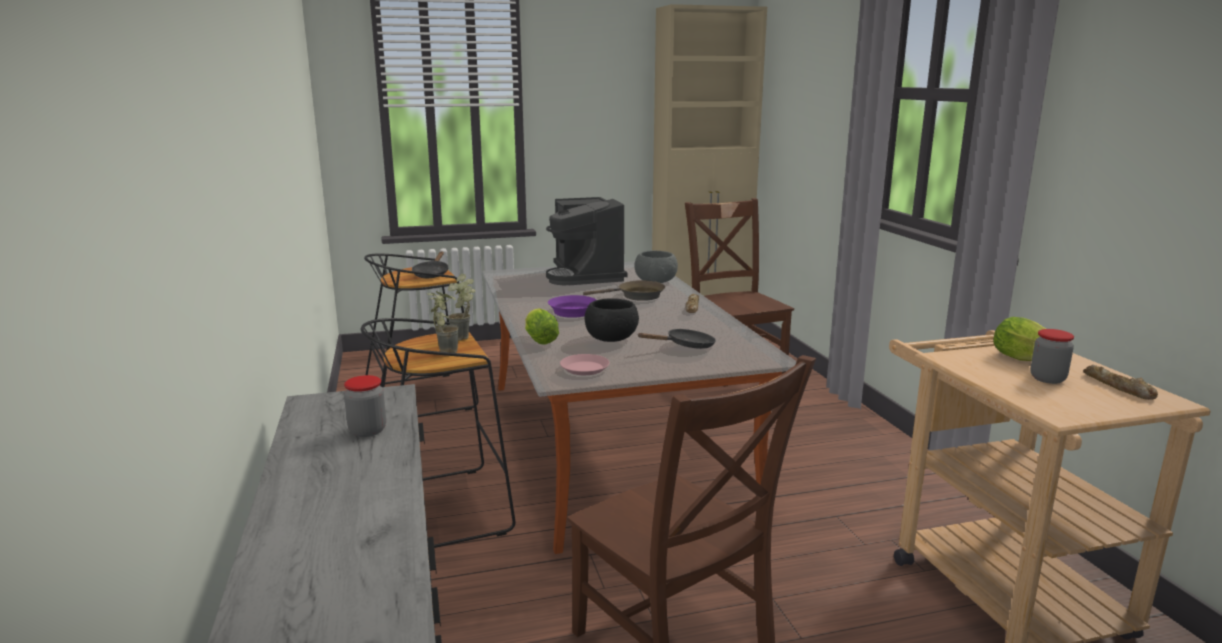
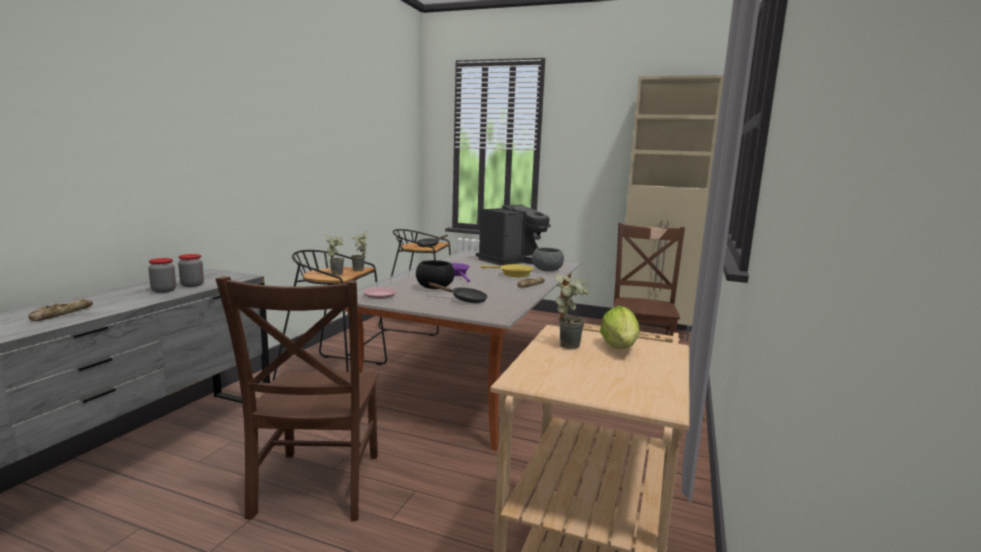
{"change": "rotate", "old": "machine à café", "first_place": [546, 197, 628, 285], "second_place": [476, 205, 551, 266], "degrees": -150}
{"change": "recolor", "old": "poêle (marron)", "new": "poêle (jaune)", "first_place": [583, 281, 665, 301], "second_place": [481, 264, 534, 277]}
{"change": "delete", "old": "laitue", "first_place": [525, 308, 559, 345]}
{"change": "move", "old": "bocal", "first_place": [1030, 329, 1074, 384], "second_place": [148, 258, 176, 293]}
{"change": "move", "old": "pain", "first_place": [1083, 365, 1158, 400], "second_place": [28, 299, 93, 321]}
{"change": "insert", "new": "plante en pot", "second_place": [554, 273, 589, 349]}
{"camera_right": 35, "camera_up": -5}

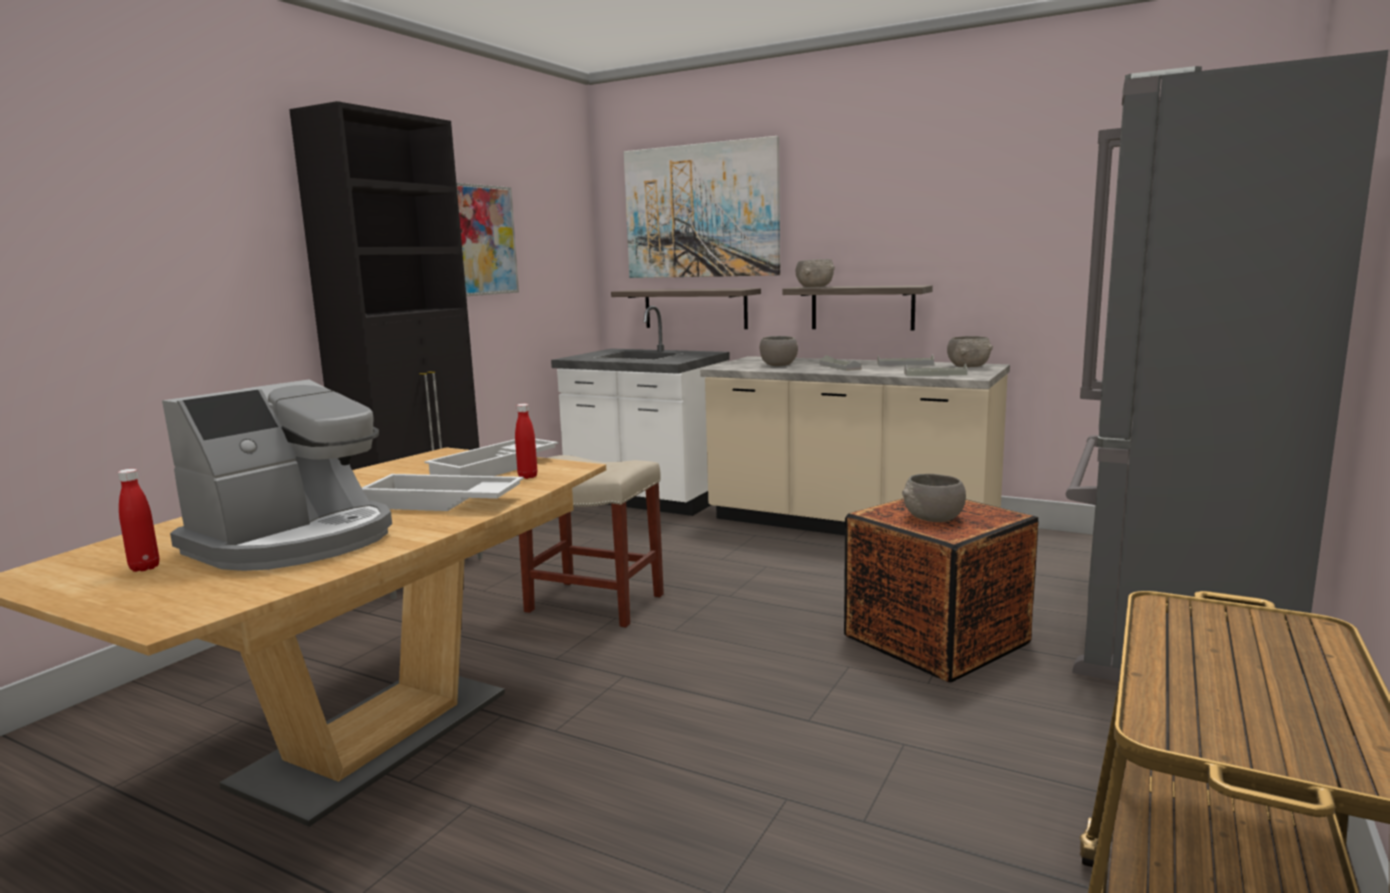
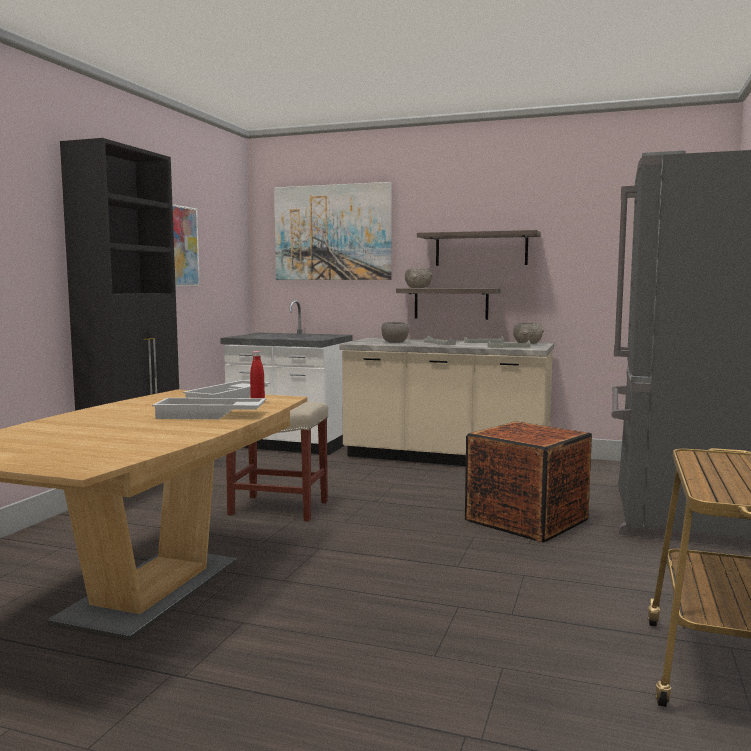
{"change": "move", "old": "étagère", "first_place": [611, 288, 761, 329], "second_place": [417, 230, 541, 266]}
{"change": "delete", "old": "machine à café", "first_place": [162, 380, 392, 571]}
{"change": "delete", "old": "bouteille (rouge)", "first_place": [118, 469, 159, 572]}
{"change": "delete", "old": "bol (gris)", "first_place": [902, 474, 966, 522]}
{"camera_right": -10, "camera_up": -5}

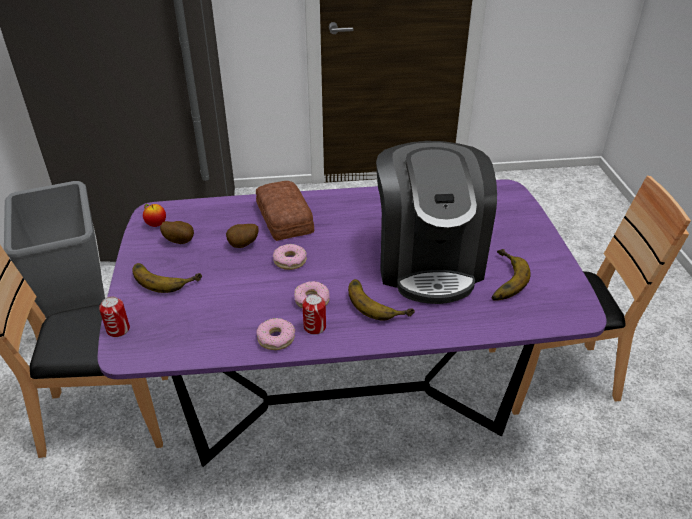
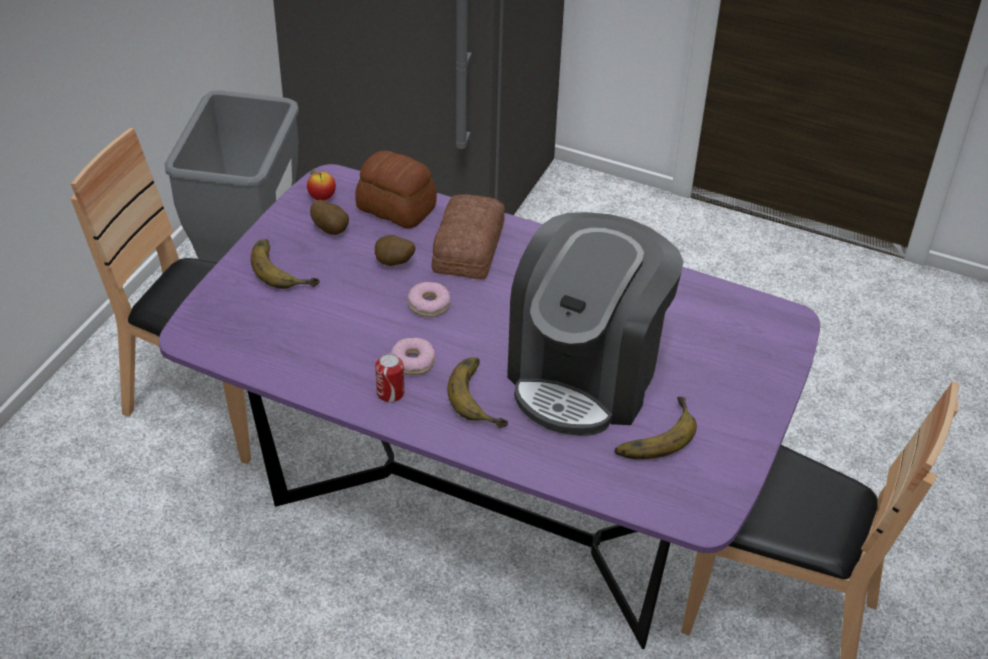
{"change": "delete", "old": "boîte métallique", "first_place": [99, 297, 130, 337]}
{"change": "delete", "old": "beignet", "first_place": [256, 318, 295, 350]}
{"change": "insert", "new": "pain", "second_place": [355, 151, 437, 229]}
{"camera_right": 30, "camera_up": 5}

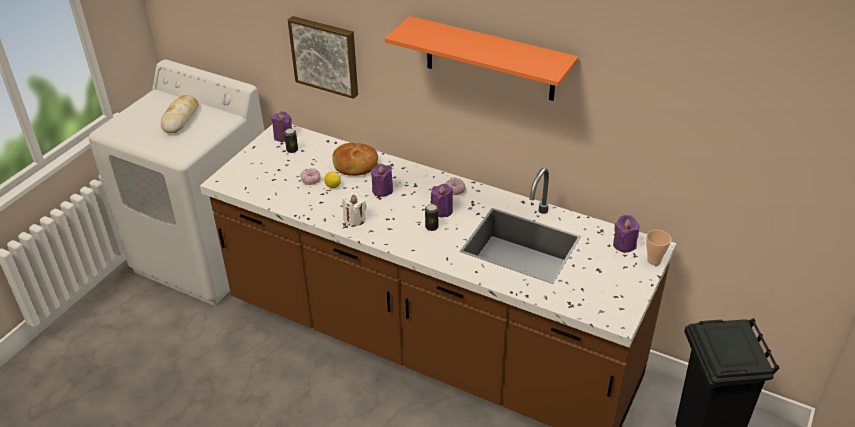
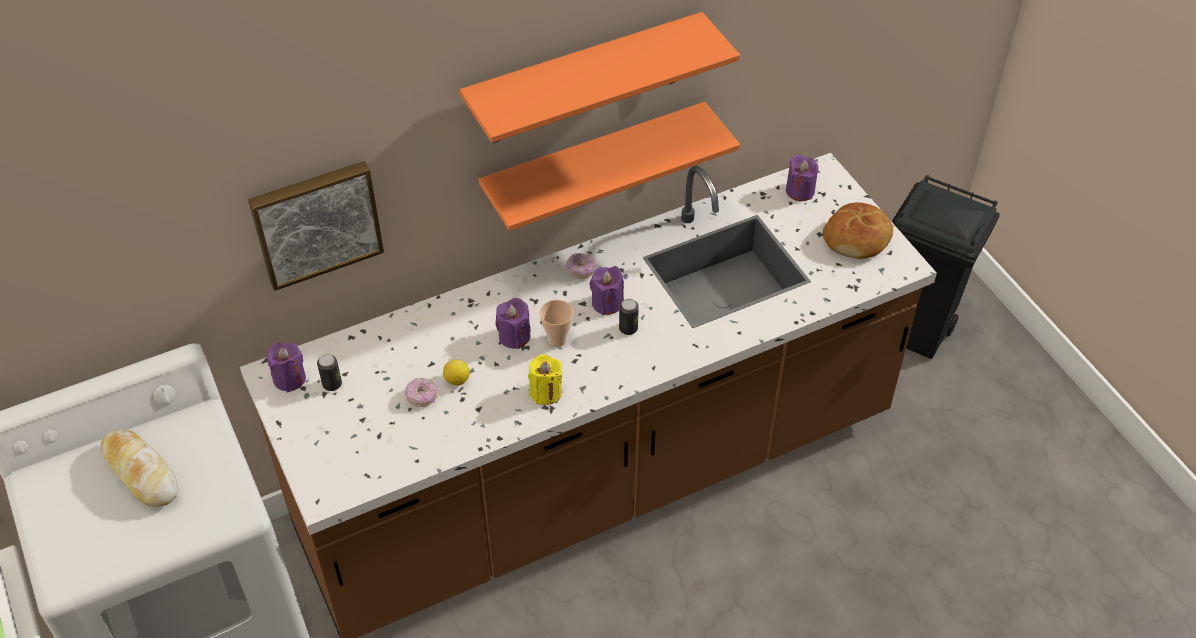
{"change": "move", "old": "pain", "first_place": [332, 143, 378, 176], "second_place": [823, 202, 893, 259]}
{"change": "recolor", "old": "bougie (blanc)", "new": "bougie (jaune)", "first_place": [342, 192, 367, 226], "second_place": [528, 355, 562, 405]}
{"change": "move", "old": "tasse", "first_place": [646, 230, 671, 265], "second_place": [540, 300, 573, 347]}
{"change": "insert", "new": "étagère (orange)", "second_place": [479, 102, 740, 231]}
{"camera_right": -55, "camera_up": 10}

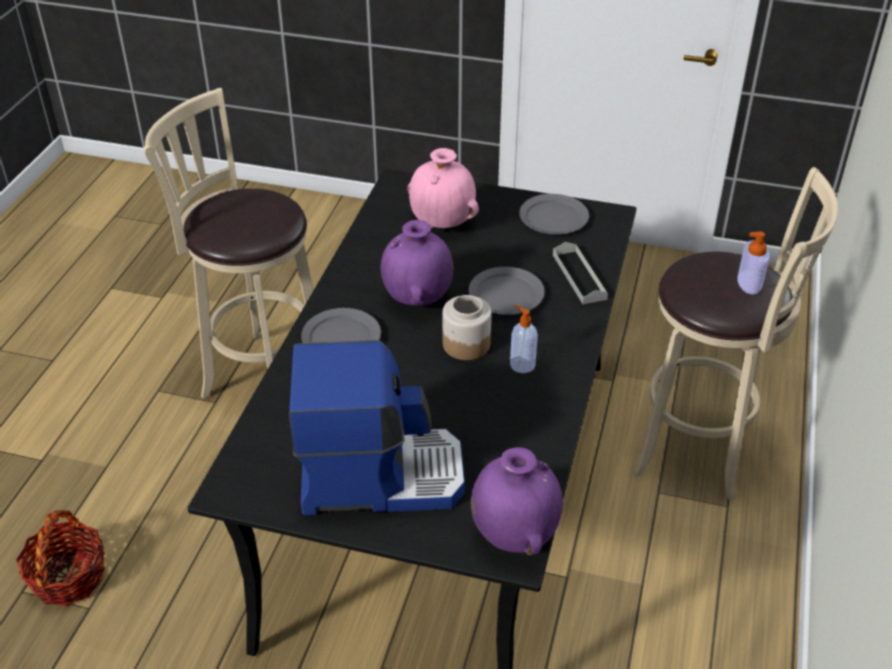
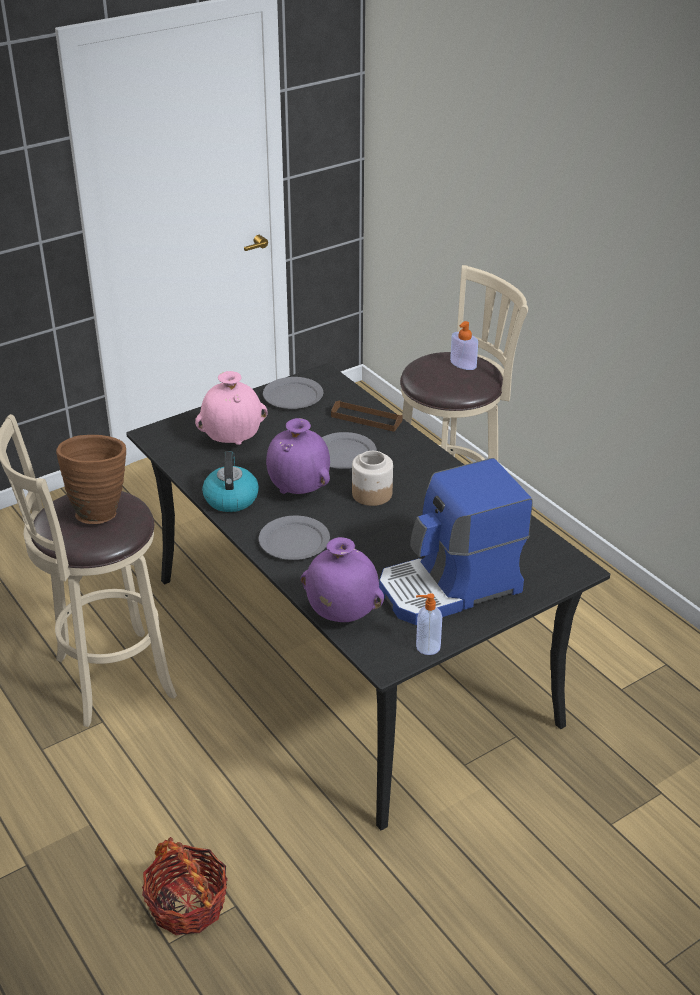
{"change": "recolor", "old": "plateau (gris)", "new": "plateau (marron)", "first_place": [553, 242, 608, 304], "second_place": [331, 401, 403, 432]}
{"change": "move", "old": "distributeur de savon", "first_place": [510, 304, 538, 373], "second_place": [416, 593, 442, 655]}
{"change": "rotate", "old": "machine à café", "first_place": [289, 340, 465, 515], "second_place": [379, 458, 533, 625], "degrees": -150}
{"change": "move", "old": "vase (violet)", "first_place": [471, 447, 563, 555], "second_place": [301, 537, 384, 622]}
{"change": "insert", "new": "vase (marron)", "second_place": [56, 435, 126, 524]}
{"change": "insert", "new": "bouilloire", "second_place": [202, 451, 259, 512]}
{"camera_right": -50, "camera_up": -5}

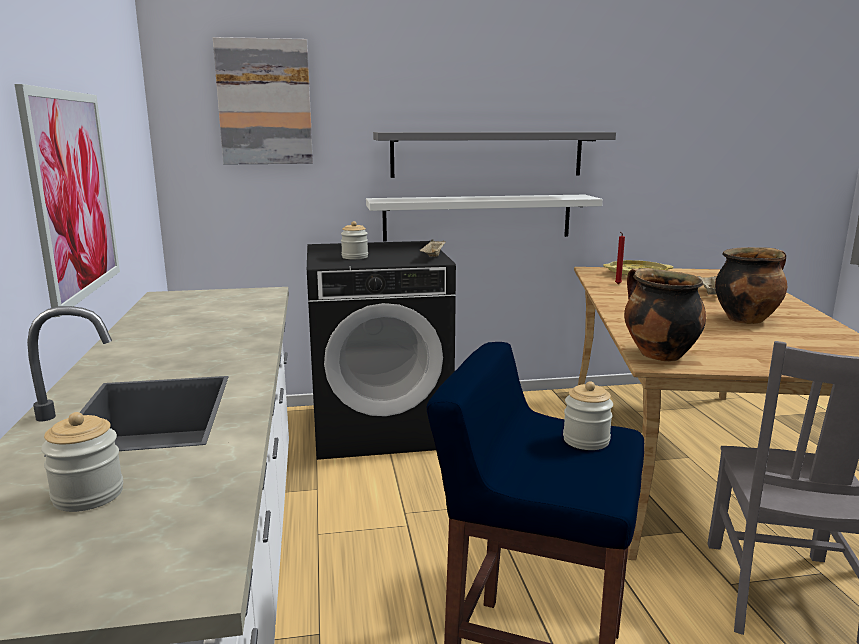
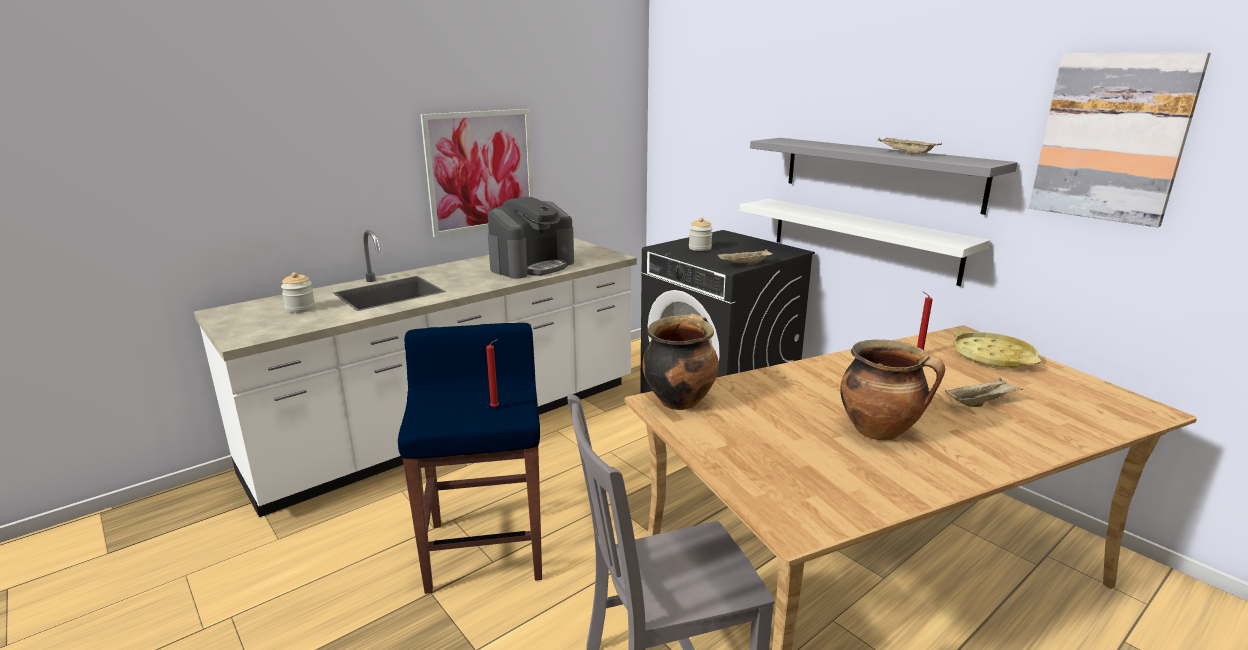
{"change": "move", "old": "tableau", "first_place": [213, 37, 313, 164], "second_place": [1029, 52, 1211, 228]}
{"change": "replace", "old": "bocal", "new": "bougie (rouge)", "first_place": [563, 381, 613, 450], "second_place": [486, 339, 499, 408]}
{"change": "insert", "new": "plateau (beige)", "second_place": [877, 137, 942, 155]}
{"change": "insert", "new": "machine à café", "second_place": [487, 197, 574, 279]}
{"camera_right": 60, "camera_up": 5}

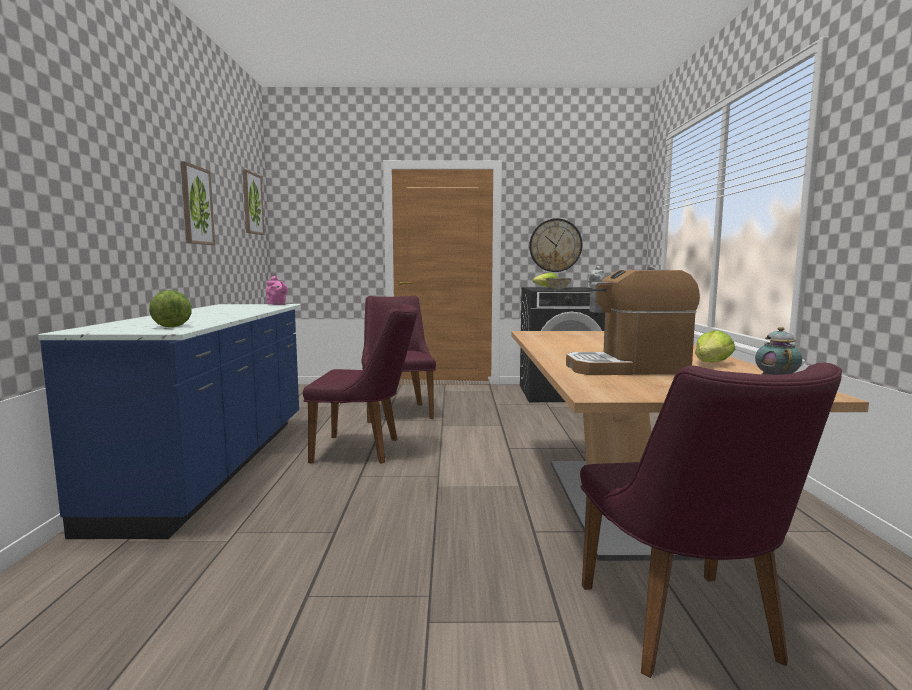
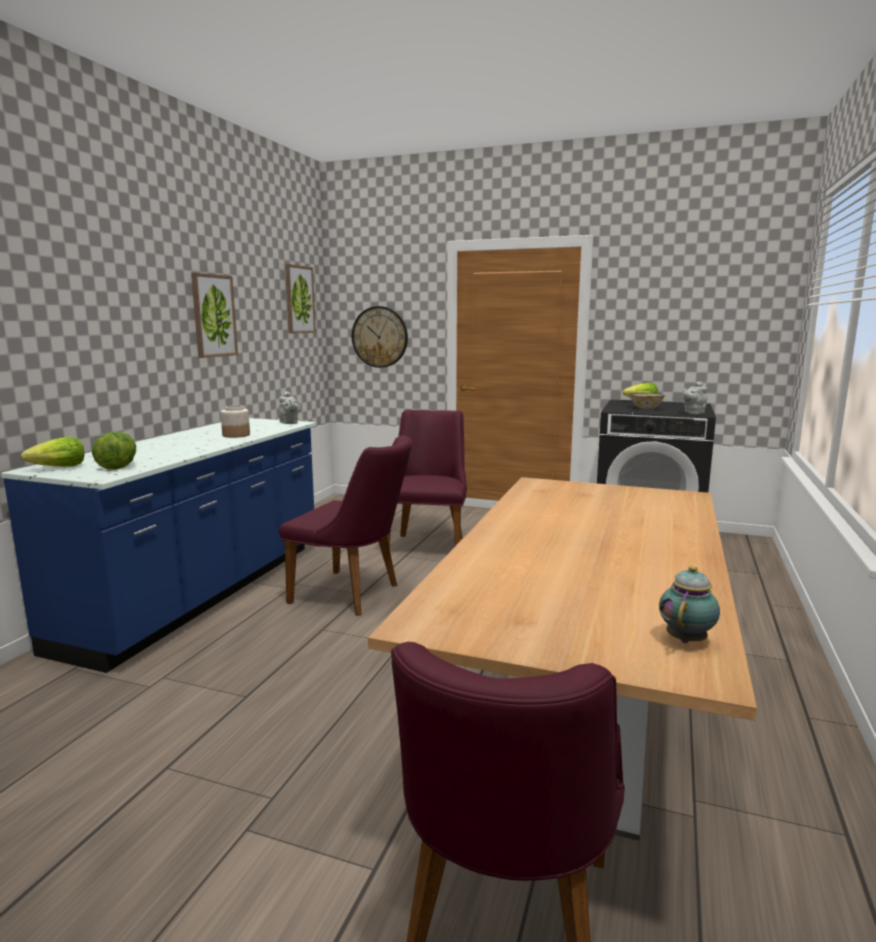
{"change": "move", "old": "horloge murale", "first_place": [529, 218, 582, 272], "second_place": [352, 306, 408, 368]}
{"change": "delete", "old": "machine à café", "first_place": [566, 267, 700, 375]}
{"change": "recolor", "old": "théière (rose)", "new": "théière (gris)", "first_place": [266, 276, 288, 305], "second_place": [279, 392, 300, 424]}
{"change": "move", "old": "laitue", "first_place": [695, 330, 736, 362], "second_place": [21, 436, 85, 467]}
{"change": "insert", "new": "bocal", "second_place": [221, 405, 250, 438]}
{"camera_right": 20, "camera_up": 5}

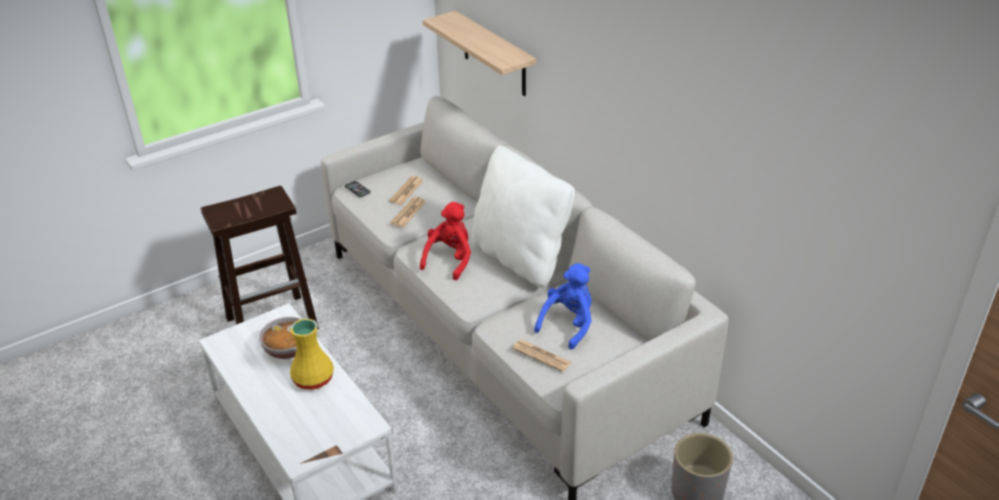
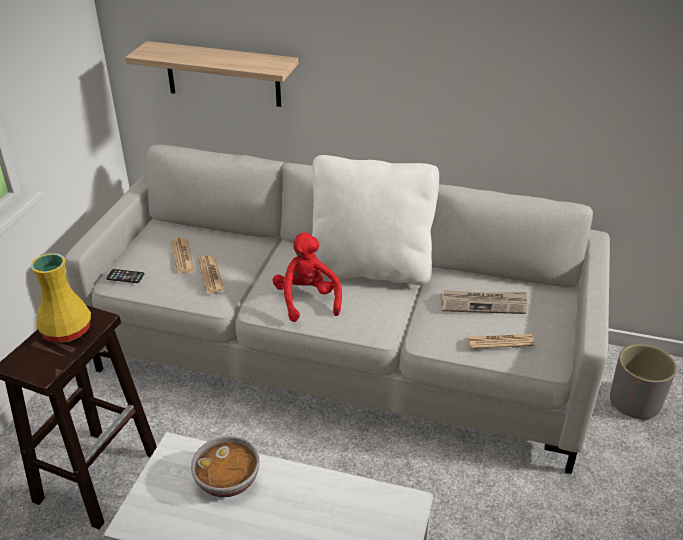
{"change": "replace", "old": "peluche (bleu)", "new": "journal", "first_place": [534, 263, 592, 350], "second_place": [441, 290, 527, 314]}
{"change": "move", "old": "vase (jaune)", "first_place": [290, 319, 334, 390], "second_place": [31, 253, 91, 343]}
{"camera_right": -40, "camera_up": 0}

